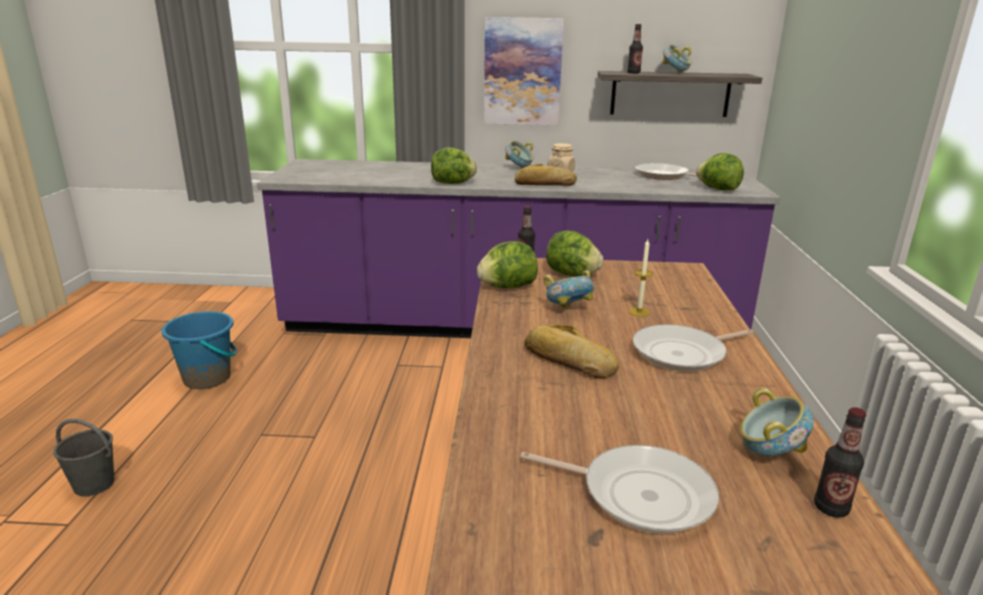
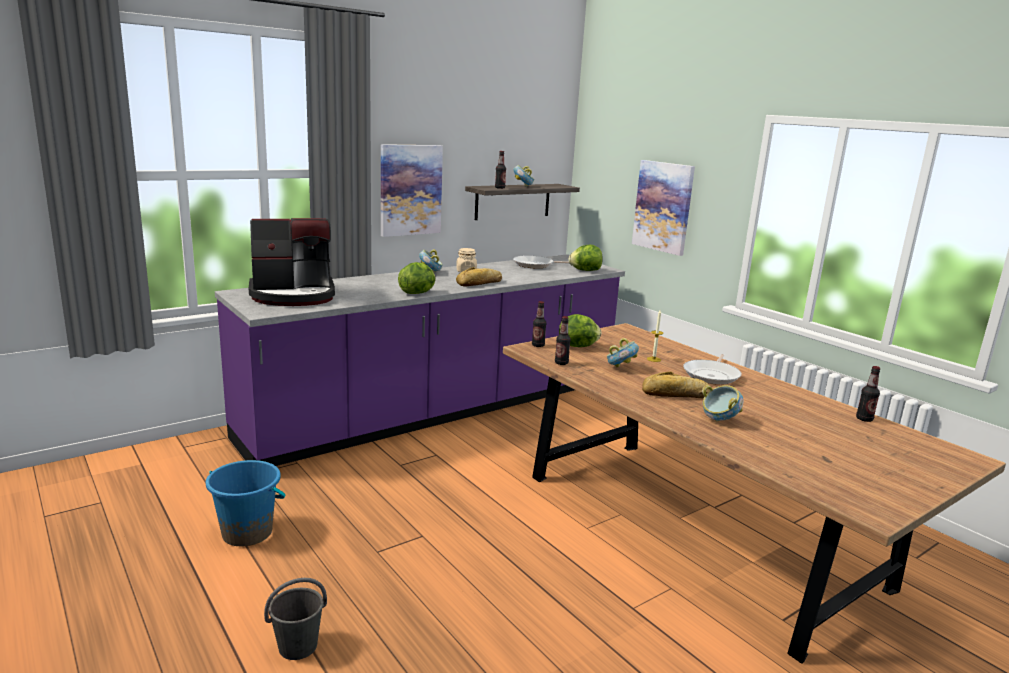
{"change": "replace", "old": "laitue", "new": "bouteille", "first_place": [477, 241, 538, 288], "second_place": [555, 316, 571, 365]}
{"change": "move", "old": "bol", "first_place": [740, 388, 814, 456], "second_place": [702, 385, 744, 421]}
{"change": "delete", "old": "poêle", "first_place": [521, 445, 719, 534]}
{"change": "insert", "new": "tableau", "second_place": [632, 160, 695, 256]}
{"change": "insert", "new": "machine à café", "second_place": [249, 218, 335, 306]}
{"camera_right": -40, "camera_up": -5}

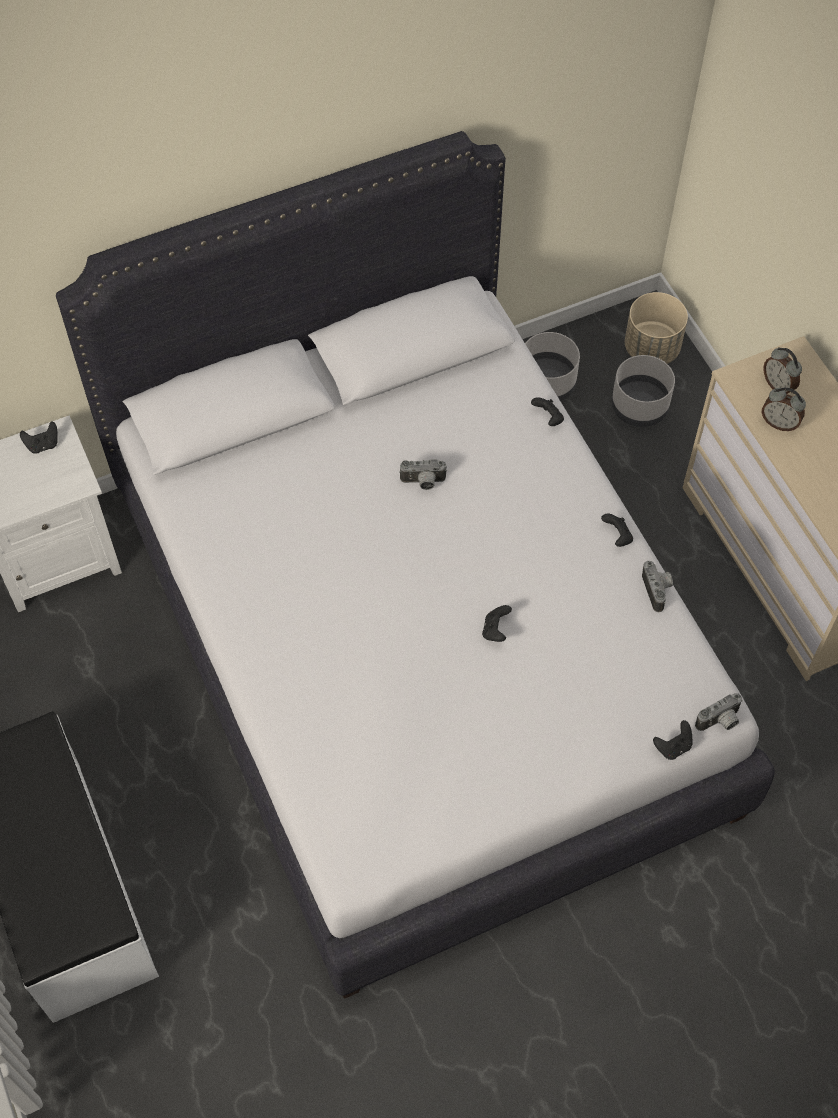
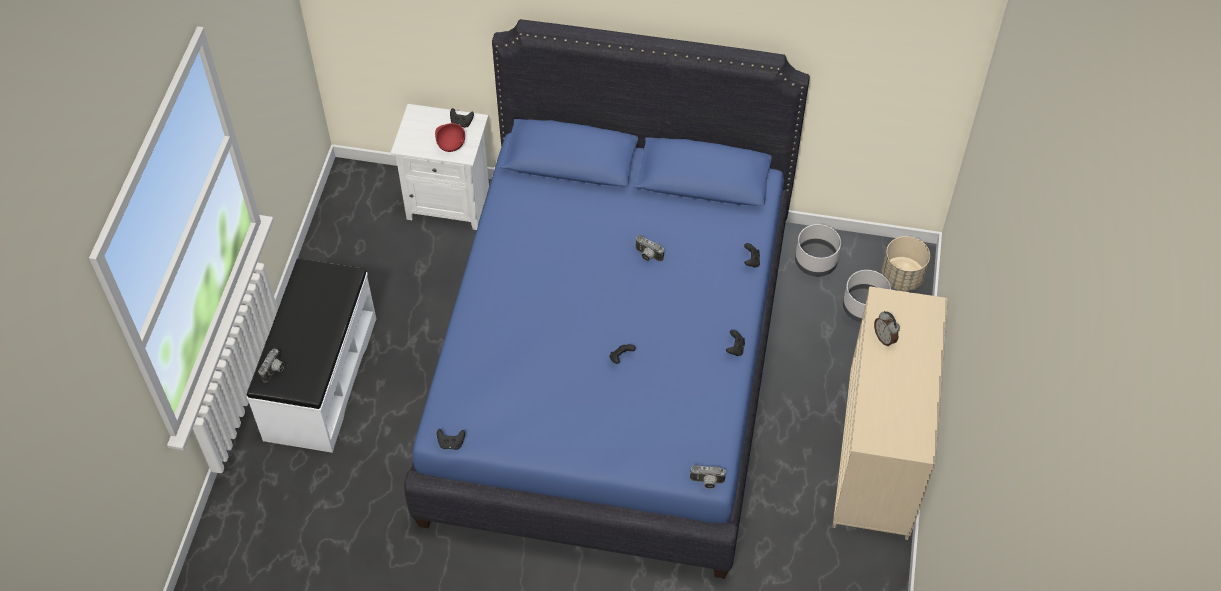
{"change": "recolor", "old": "lit (blanc)", "new": "lit (bleu)", "first_place": [56, 131, 775, 999], "second_place": [404, 19, 810, 579]}
{"change": "delete", "old": "réveil", "first_place": [763, 347, 802, 394]}
{"change": "move", "old": "appareil photo", "first_place": [642, 561, 673, 612], "second_place": [258, 349, 284, 383]}
{"change": "move", "old": "manette (noir)", "first_place": [653, 720, 693, 760], "second_place": [437, 429, 465, 450]}
{"change": "insert", "new": "bol (rouge)", "second_place": [435, 123, 465, 152]}
{"camera_right": 35, "camera_up": -5}

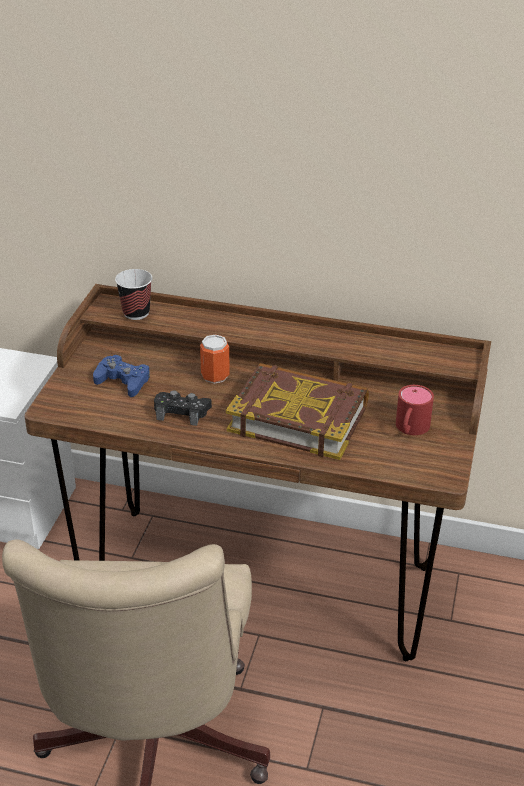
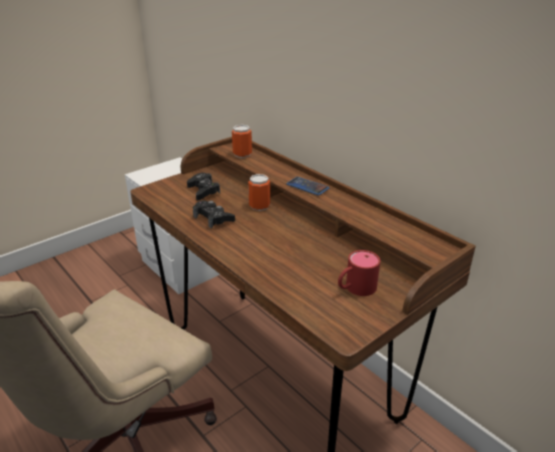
{"change": "replace", "old": "tasse", "new": "boîte métallique", "first_place": [115, 269, 152, 320], "second_place": [232, 125, 252, 158]}
{"change": "recolor", "old": "manette (bleu)", "new": "manette (noir)", "first_place": [93, 355, 150, 397], "second_place": [187, 173, 220, 200]}
{"change": "delete", "old": "livre", "first_place": [226, 363, 369, 460]}
{"change": "insert", "new": "téléphone", "second_place": [286, 177, 330, 196]}
{"camera_right": 35, "camera_up": -5}

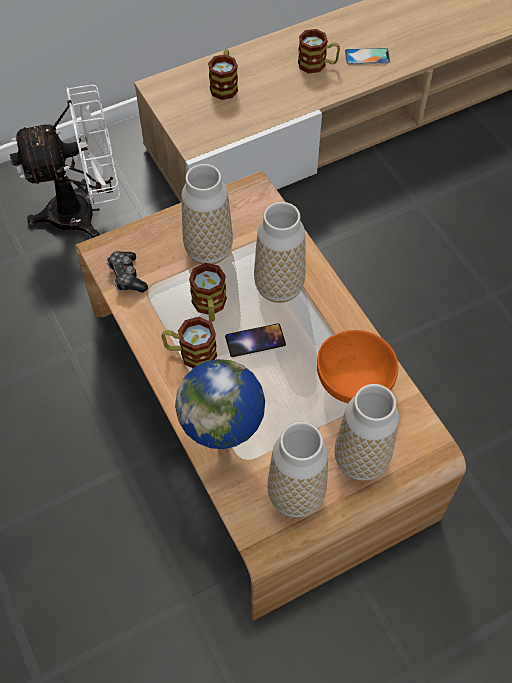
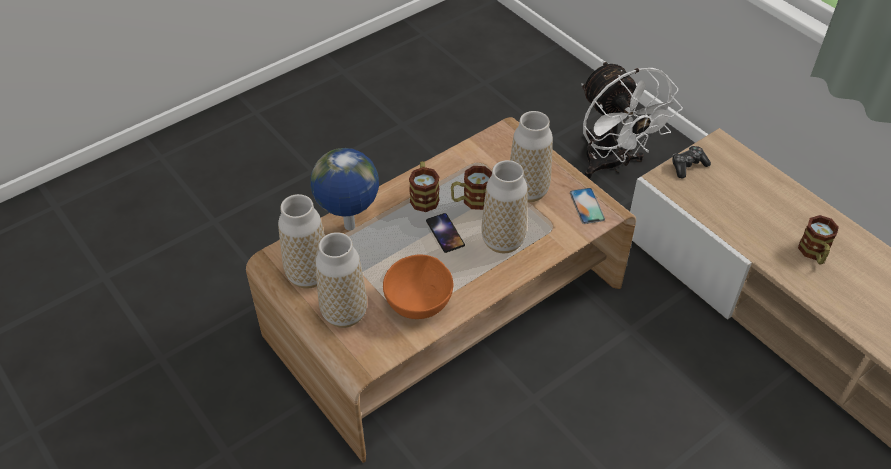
{"change": "move", "old": "téléphone", "first_place": [345, 48, 390, 65], "second_place": [570, 188, 605, 224]}
{"change": "delete", "old": "mug", "first_place": [208, 49, 238, 100]}
{"change": "move", "old": "manette", "first_place": [106, 251, 148, 293], "second_place": [672, 146, 711, 178]}
{"camera_right": 80, "camera_up": -10}

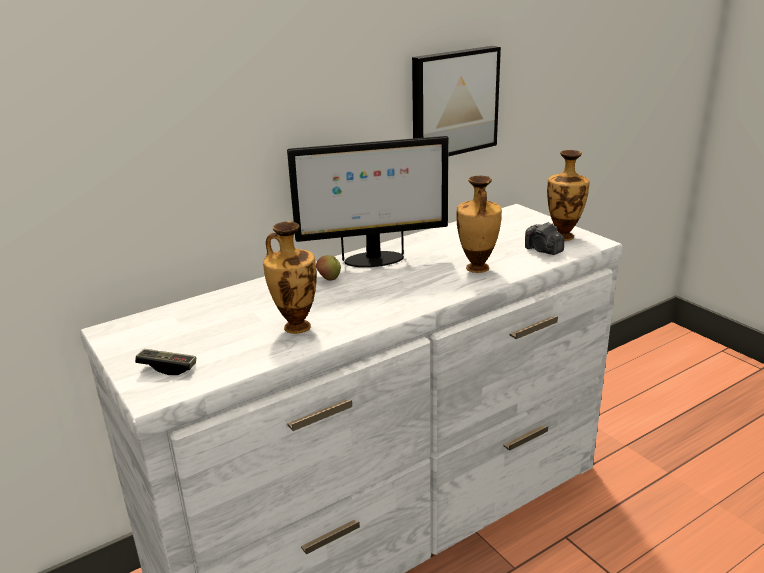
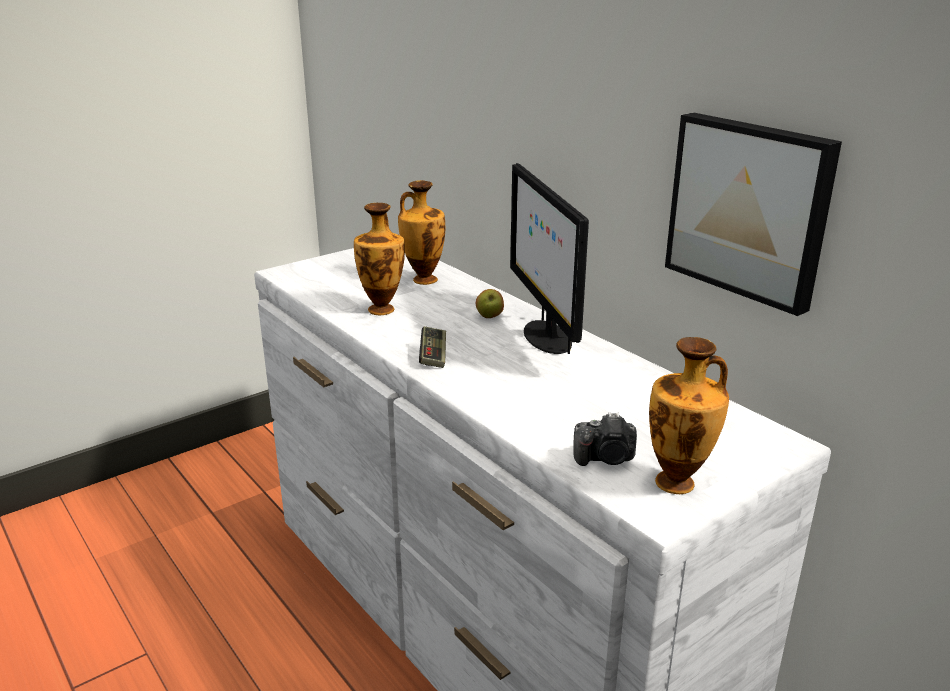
{"change": "move", "old": "vase", "first_place": [457, 176, 502, 273], "second_place": [398, 180, 445, 285]}
{"change": "rotate", "old": "appareil photo", "first_place": [525, 222, 564, 255], "second_place": [573, 412, 637, 466], "degrees": -135}
{"change": "move", "old": "manette", "first_place": [135, 349, 196, 375], "second_place": [419, 326, 446, 368]}
{"camera_right": 85, "camera_up": 0}

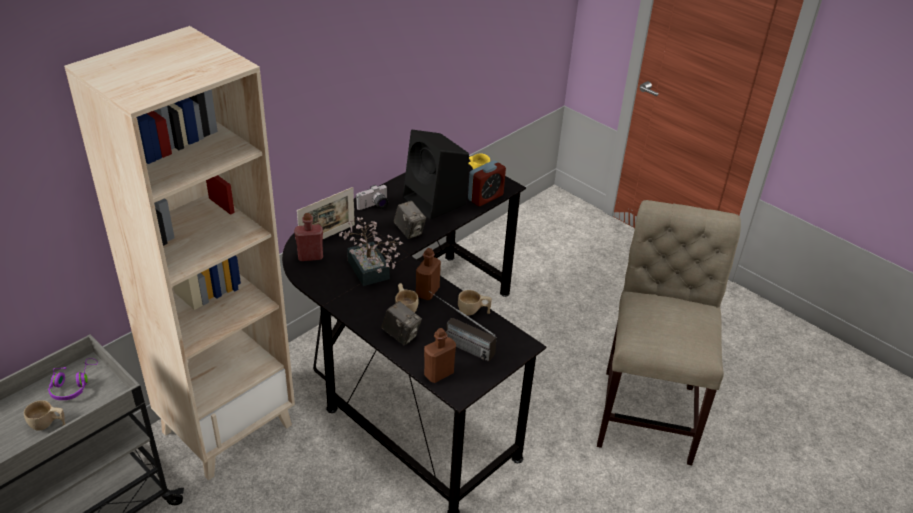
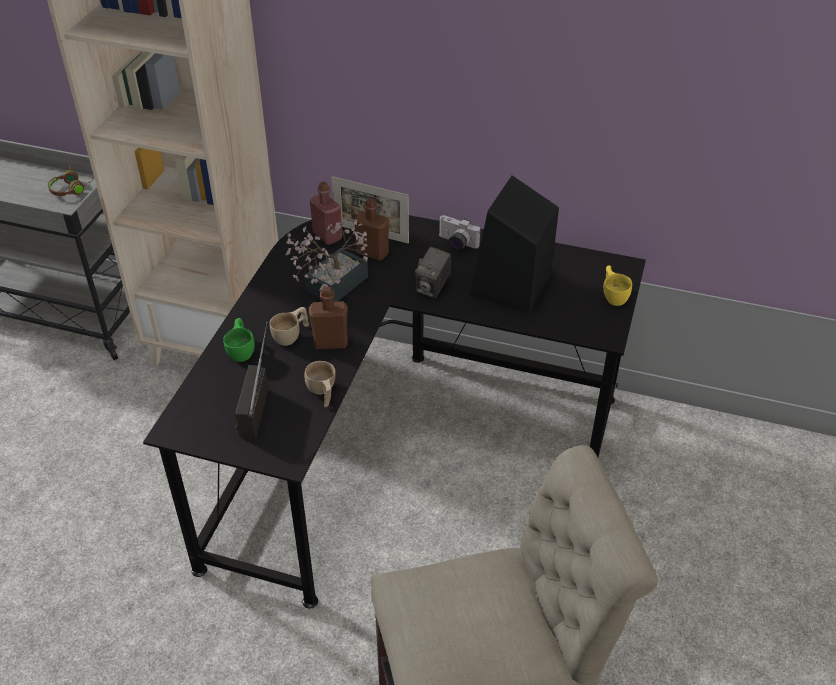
{"change": "delete", "old": "réveil", "first_place": [468, 160, 506, 206]}
{"change": "replace", "old": "appareil photo", "new": "tasse (vert)", "first_place": [381, 301, 422, 345], "second_place": [223, 318, 255, 362]}
{"change": "move", "old": "bouteille (marron)", "first_place": [424, 328, 456, 383], "second_place": [354, 198, 389, 261]}
{"change": "recolor", "old": "casque audio (violet)", "new": "casque audio (marron)", "first_place": [48, 358, 98, 400], "second_place": [48, 165, 94, 196]}
{"change": "delete", "old": "tasse (beige)", "first_place": [24, 400, 65, 431]}
{"camera_right": 65, "camera_up": 5}

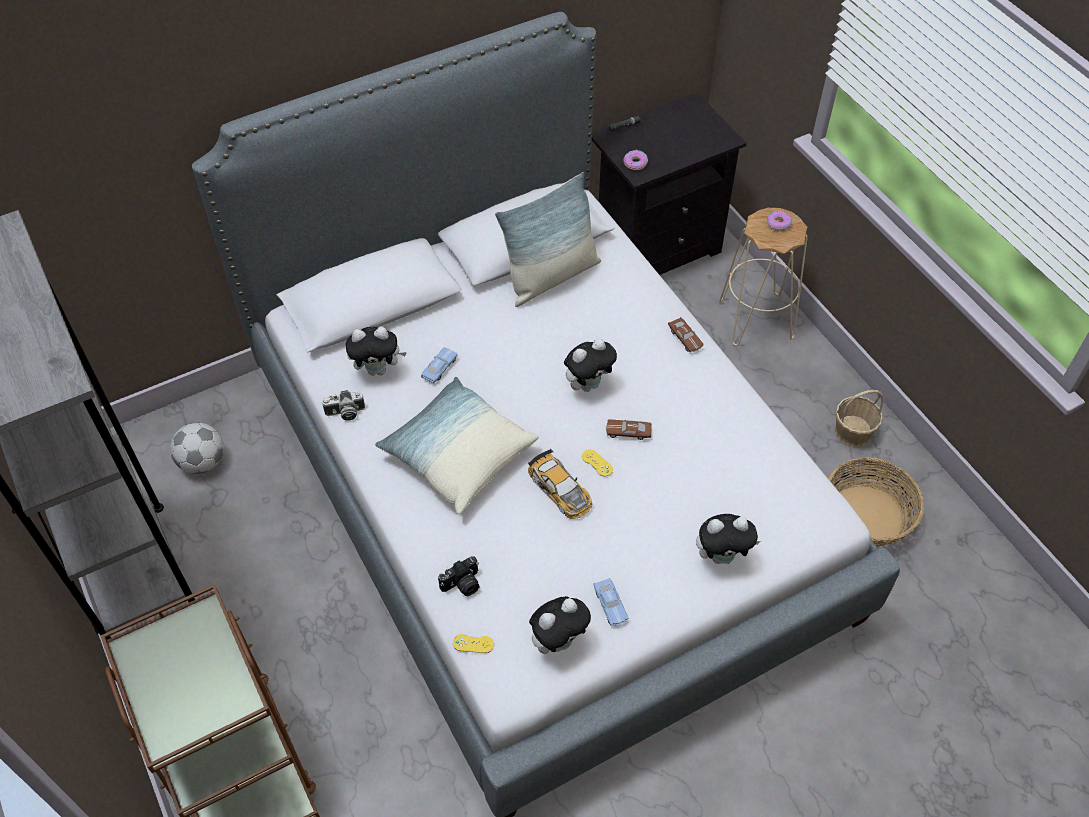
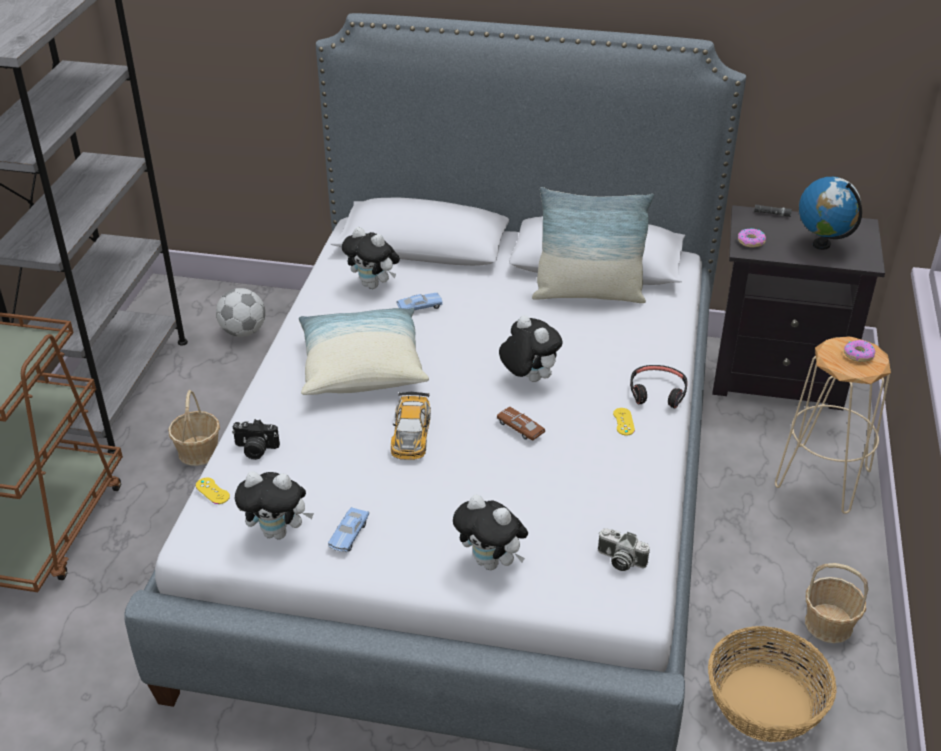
{"change": "replace", "old": "petite voiture (marron)", "new": "casque audio (noir)", "first_place": [668, 317, 704, 353], "second_place": [630, 365, 688, 409]}
{"change": "rotate", "old": "peluche", "first_place": [564, 338, 617, 392], "second_place": [499, 315, 563, 382], "degrees": -135}
{"change": "move", "old": "appareil photo", "first_place": [321, 390, 365, 421], "second_place": [598, 528, 650, 571]}
{"change": "move", "old": "manette (jaune)", "first_place": [582, 449, 613, 476], "second_place": [613, 408, 635, 435]}
{"change": "insert", "new": "globe", "second_place": [799, 177, 862, 250]}
{"change": "insert", "new": "panier", "second_place": [168, 390, 220, 466]}
{"camera_right": 40, "camera_up": -15}

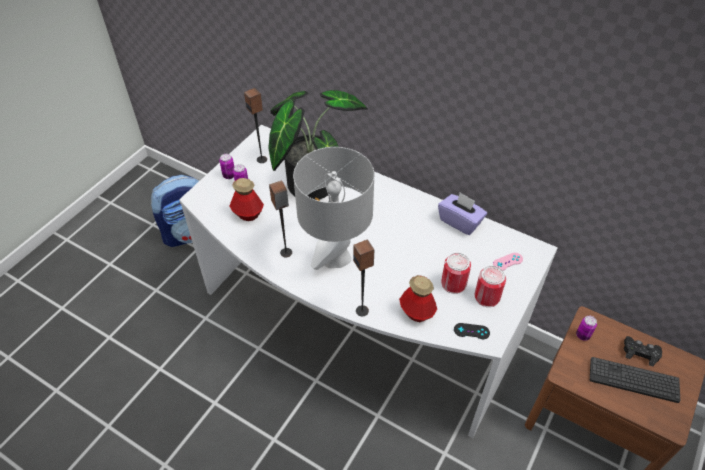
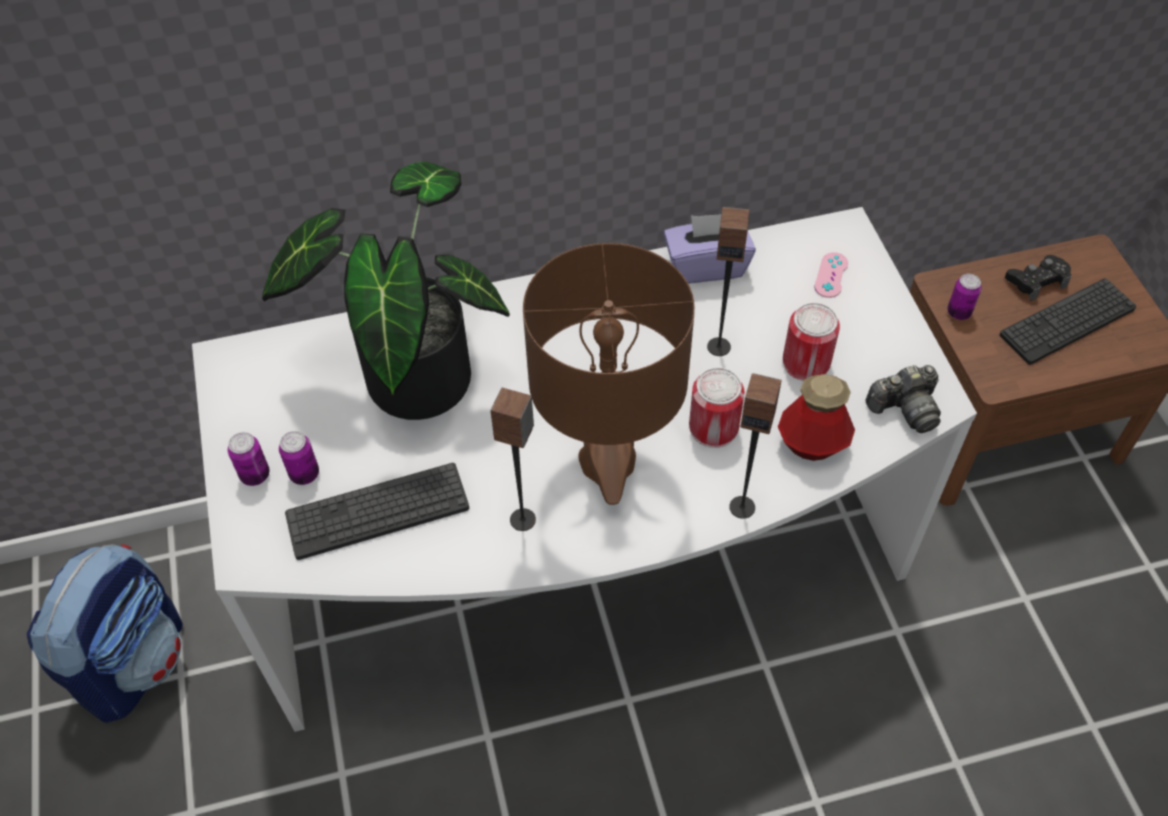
{"change": "move", "old": "enceinte", "first_place": [244, 88, 267, 163], "second_place": [707, 207, 749, 356]}
{"change": "recolor", "old": "lampe de table (gris)", "new": "lampe de table (marron)", "first_place": [293, 147, 374, 270], "second_place": [523, 243, 695, 505]}
{"change": "replace", "old": "bouteille", "new": "clavier", "first_place": [230, 178, 264, 221], "second_place": [285, 463, 469, 560]}
{"change": "move", "old": "boîte métallique", "first_place": [475, 266, 506, 307], "second_place": [689, 368, 745, 448]}
{"change": "replace", "old": "manette (noir)", "new": "appareil photo", "first_place": [454, 323, 490, 339], "second_place": [866, 365, 941, 433]}
{"camera_right": -45, "camera_up": 5}

